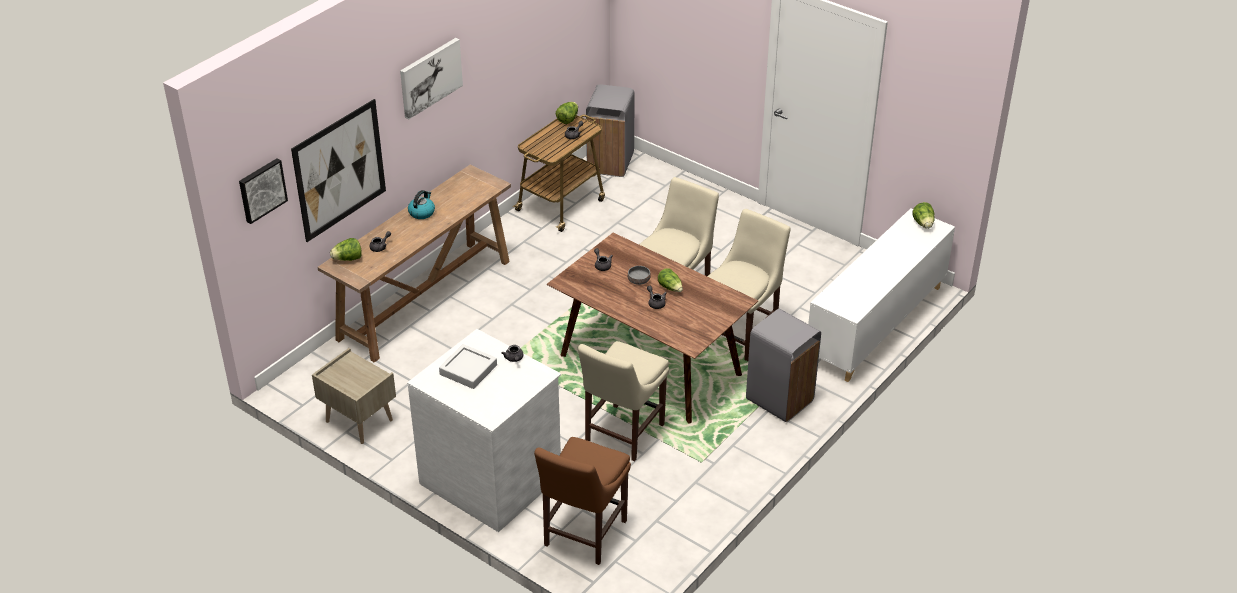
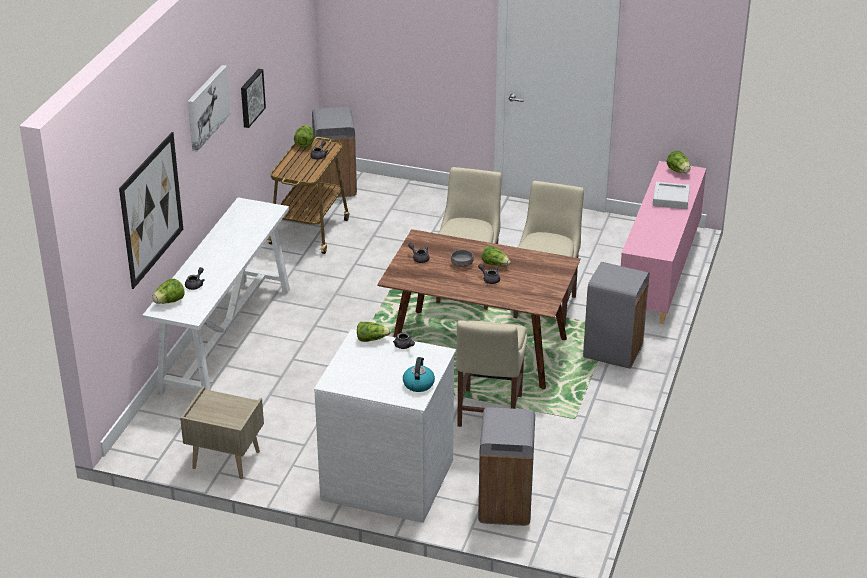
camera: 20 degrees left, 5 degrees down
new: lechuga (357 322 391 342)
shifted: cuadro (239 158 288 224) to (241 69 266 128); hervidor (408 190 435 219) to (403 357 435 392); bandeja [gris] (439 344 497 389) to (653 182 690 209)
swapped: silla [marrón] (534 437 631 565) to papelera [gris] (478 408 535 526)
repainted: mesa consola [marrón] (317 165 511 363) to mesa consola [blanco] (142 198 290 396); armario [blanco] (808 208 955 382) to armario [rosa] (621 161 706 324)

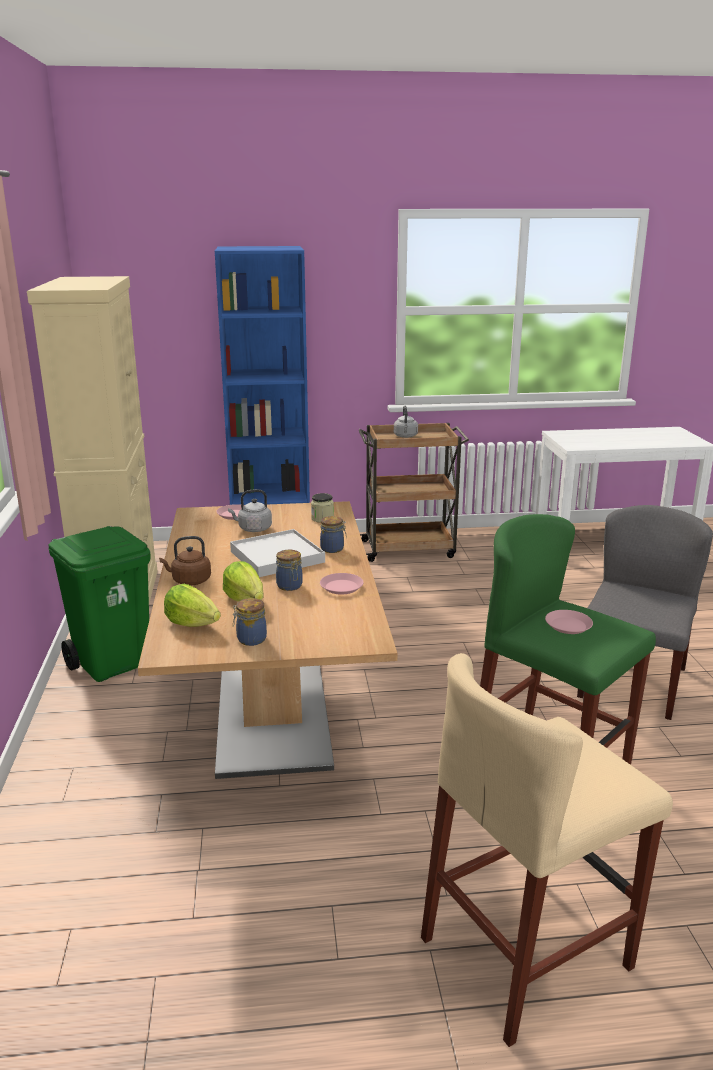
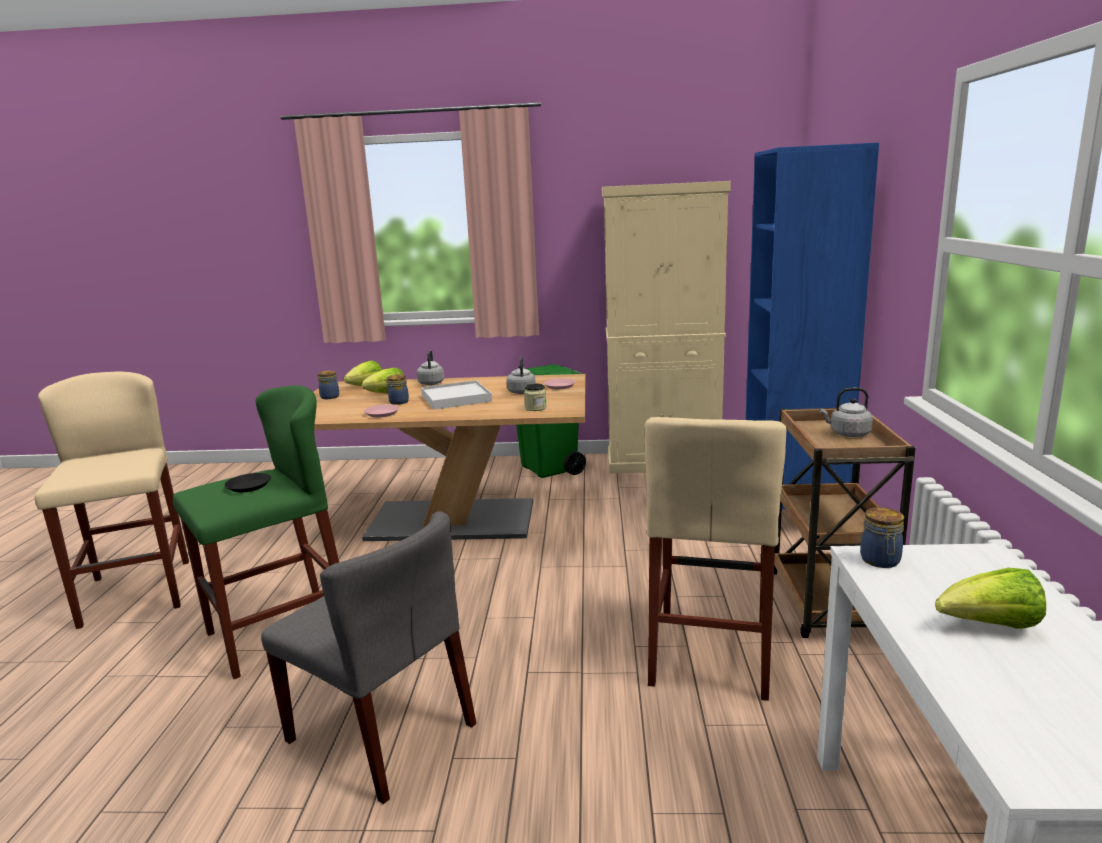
camera: 100 degrees right, 5 degrees down
new: taburete [beis] (645 417 787 701); lechuga (935 568 1046 629)
shifted: tarro (320 516 347 553) to (860 507 904 568)
repainted: plato [rosa] (545 610 593 634) to plato [negro] (225 473 271 492); hervidor [marrón] (159 536 211 585) to hervidor [gris] (417 350 444 385)

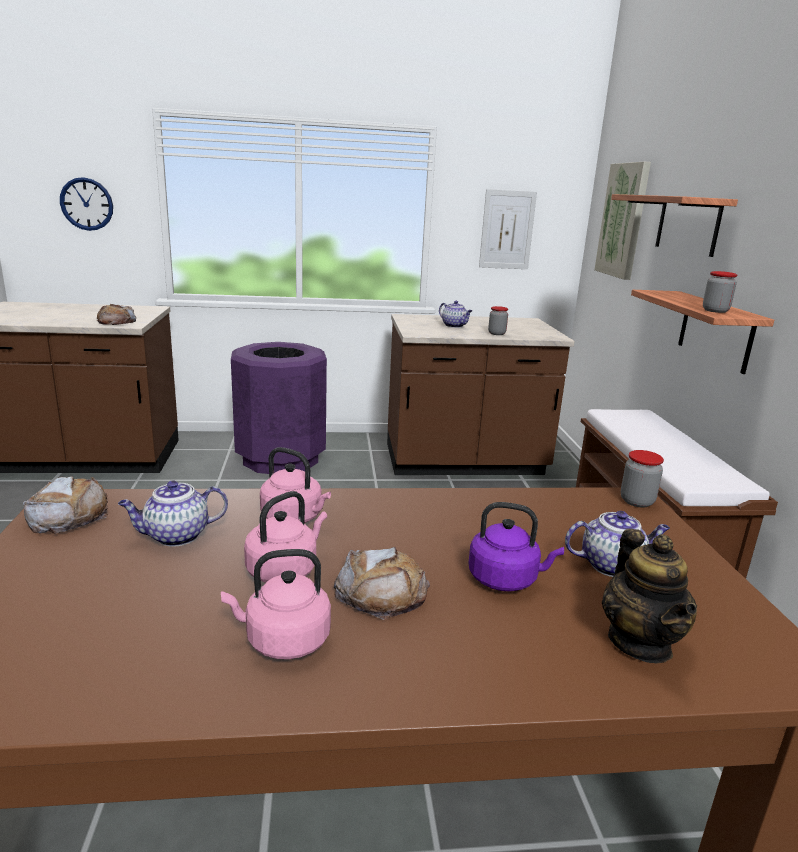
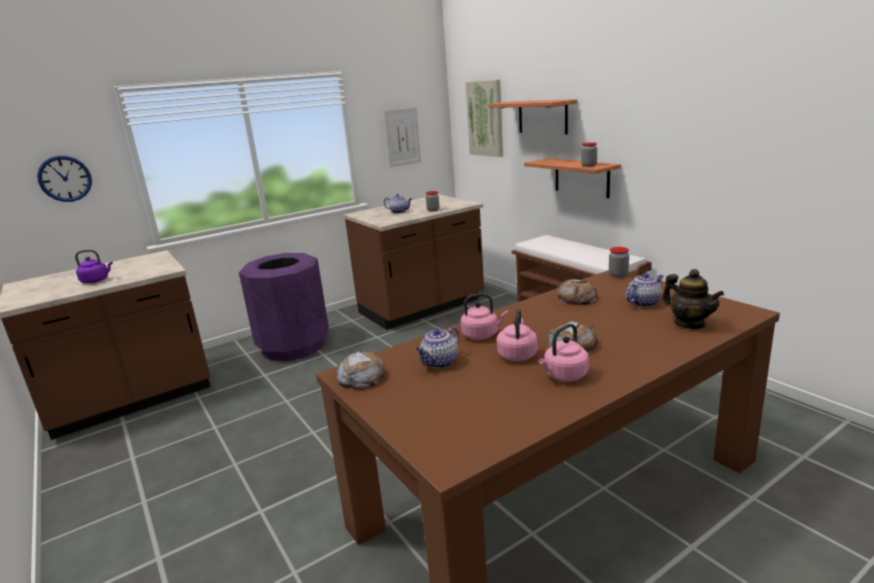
camera: 25 degrees left, 0 degrees up
shifted: hervidor [morado] (468 502 564 592) to (75 250 113 283); pan (97 304 136 325) to (557 279 597 305)

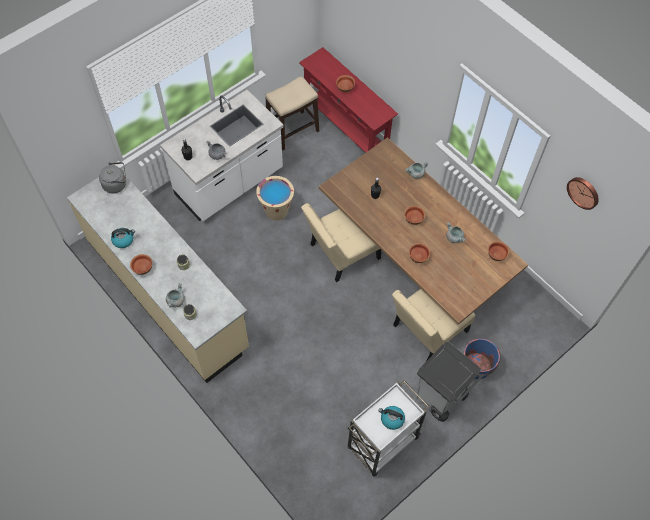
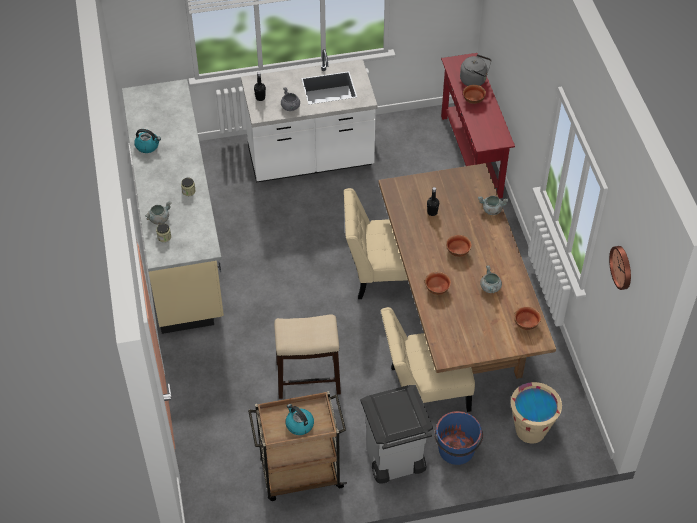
camera: 30 degrees right, 10 degrees down
gone: cuenco (130 254 153 275)
shifted: taburete (265 77 319 151) to (274 314 341 399); hervidor [gris] (99 162 126 194) to (460 54 491 86); cubo [beis] (256 176 294 221) to (511 382 562 443)
repainted: carrito [blanco] (348 381 429 476) to carrito [marrón] (248 391 347 501)

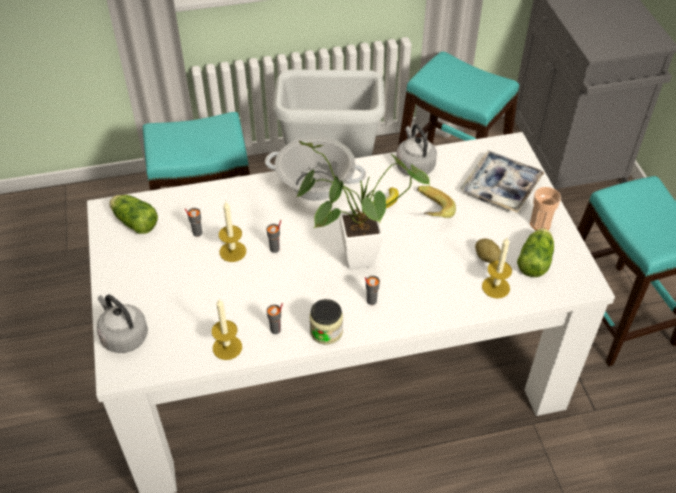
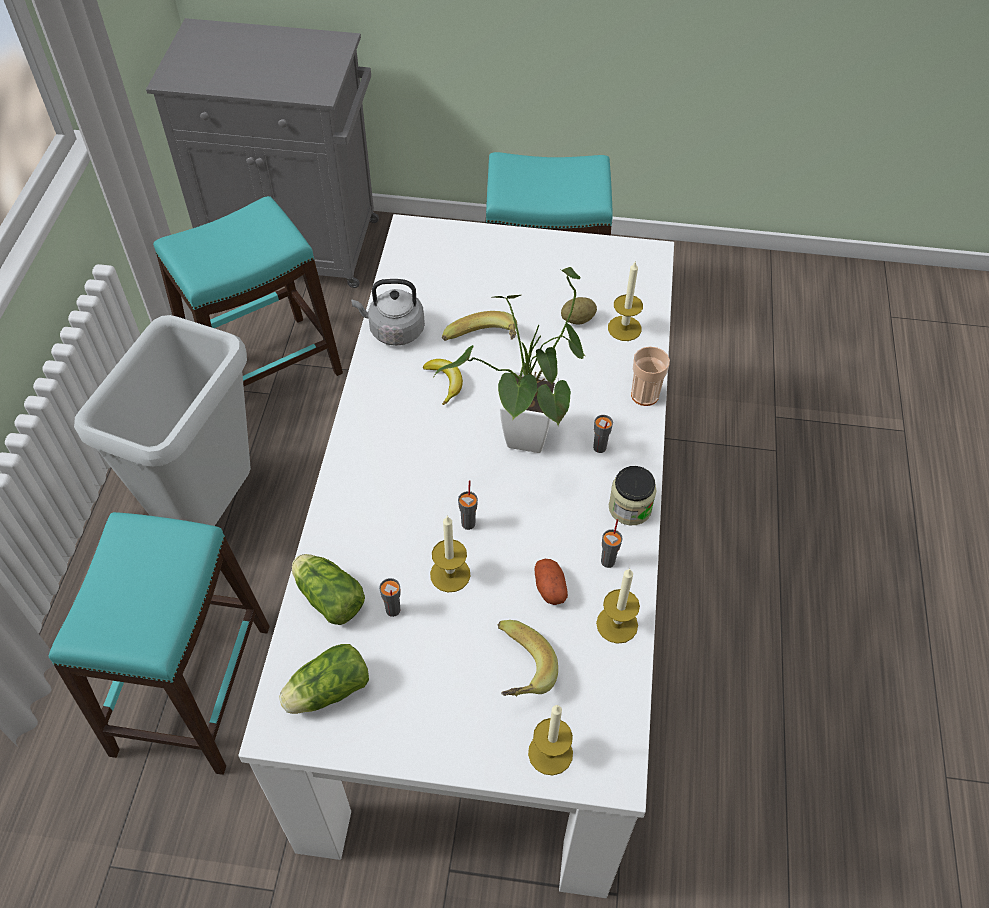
camera: 70 degrees left, 5 degrees up
gone: olla (265 137 366 201); bandeja (461 150 545 213)
new: plátano (498 620 558 697); patata (535 559 568 605)
shifted: lechuga (517 228 554 277) to (292 554 365 625); taza (530 187 561 230) to (631 347 670 406)
swapped: hervidor [gris] (97 295 148 353) to vela (528 705 573 775)

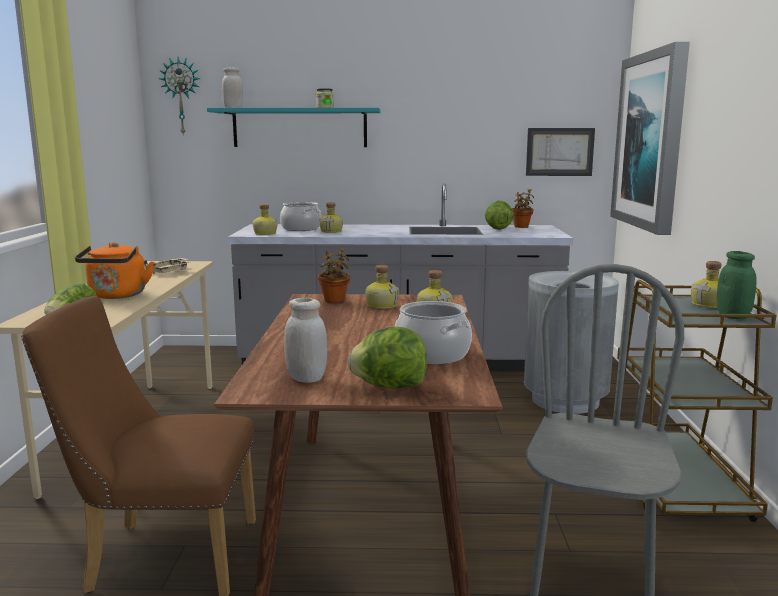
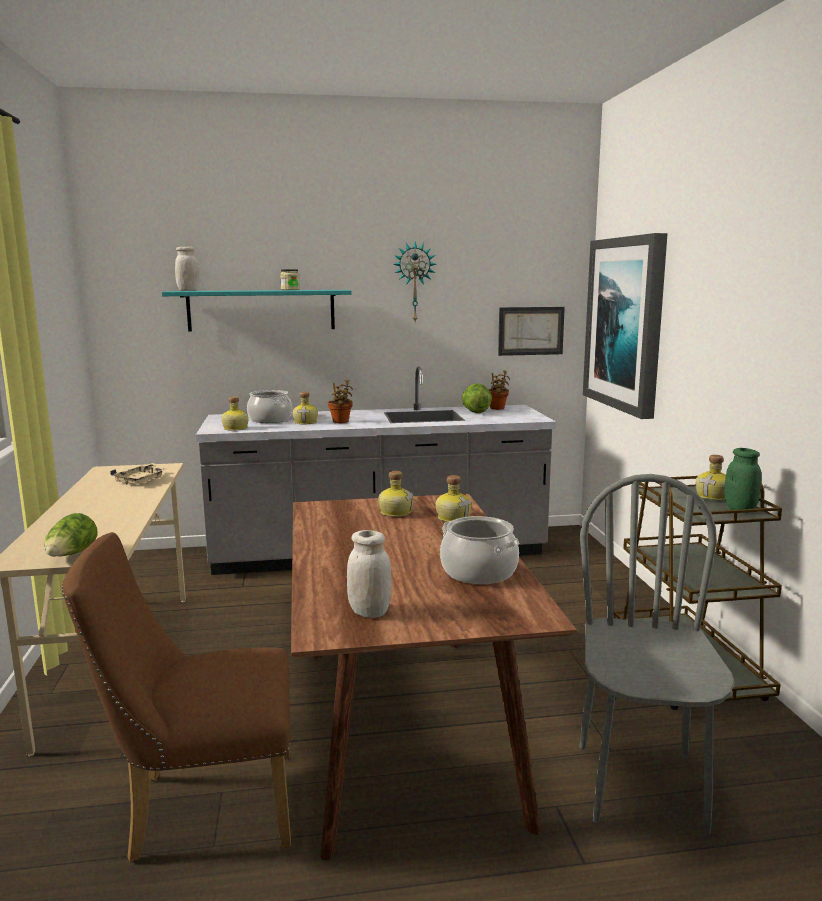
camera: 10 degrees left, 0 degrees up
gone: hervidor [naranja] (75 242 154 299); lechuga (348 327 427 389); papelera [gris] (524 271 619 414)
shifted: planta en maceta (317 247 350 303) to (328 380 353 423); reloj de pared (159 57 200 136) to (393 242 436 322)

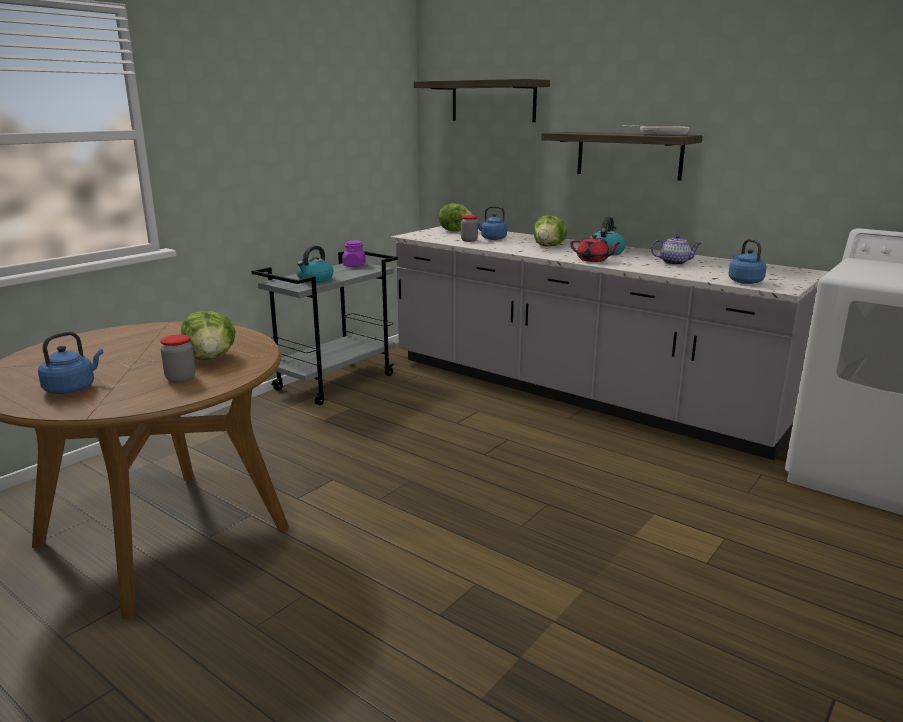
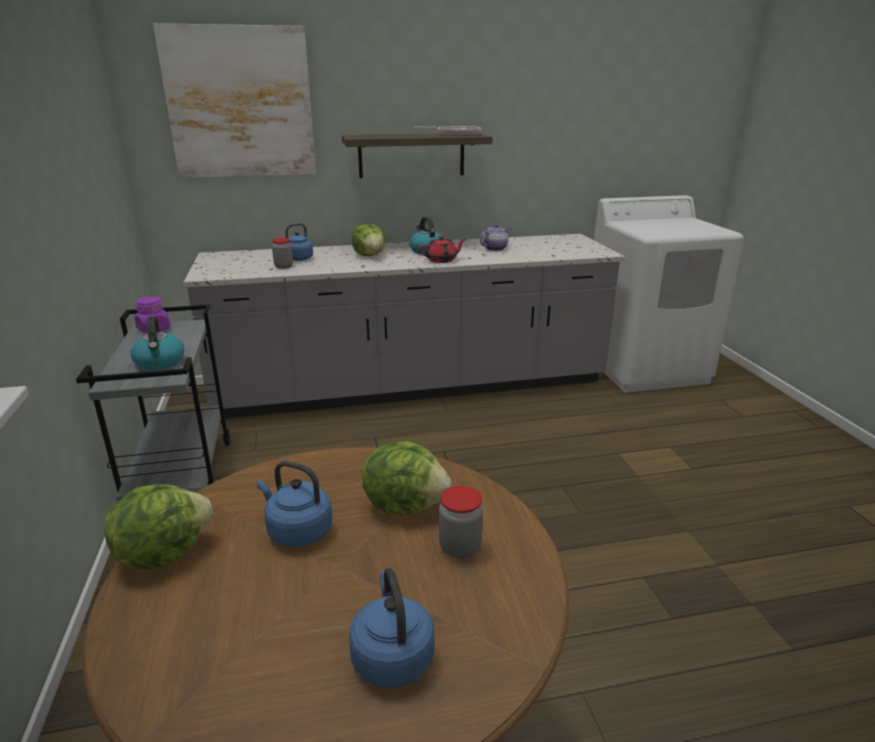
camera: 50 degrees left, 5 degrees up
shifted: lechuga (439 203 473 231) to (104 484 213 570); hervidor [azul] (728 239 767 284) to (257 461 333 547)
swapped: estante (414 79 550 122) to cuadro (153 23 316 178)

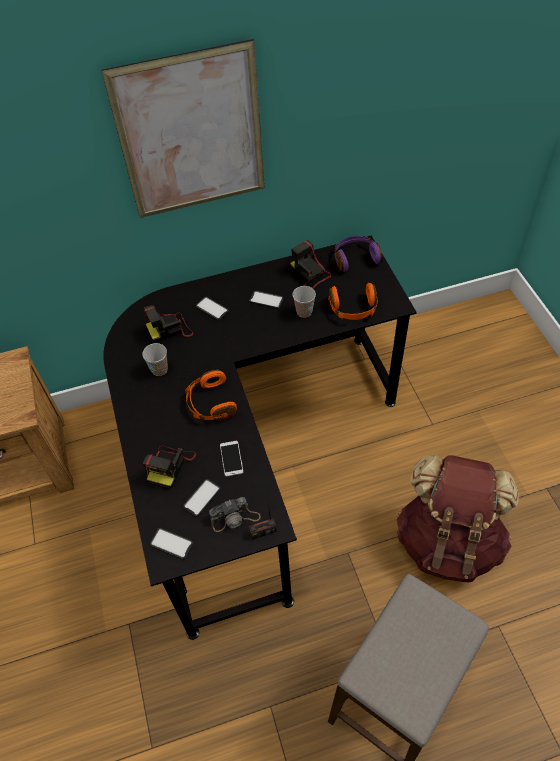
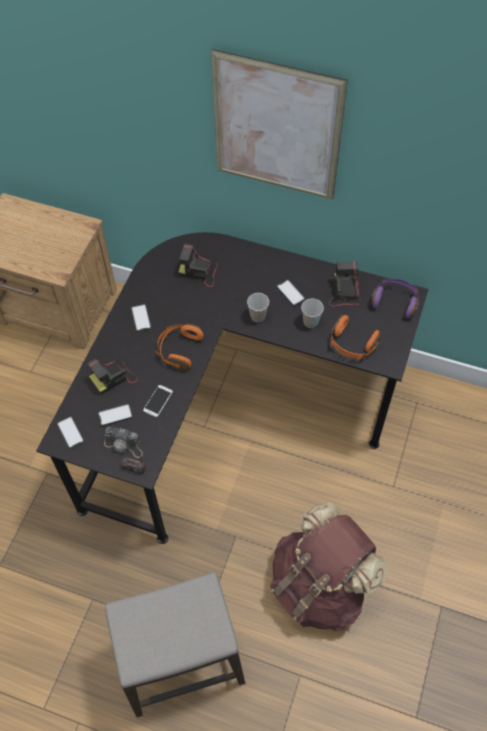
camera: 35 degrees right, 5 degrees up
shifted: móvil (196 297 229 320) to (131 304 152 332); taza (142 343 168 376) to (247 293 269 322)

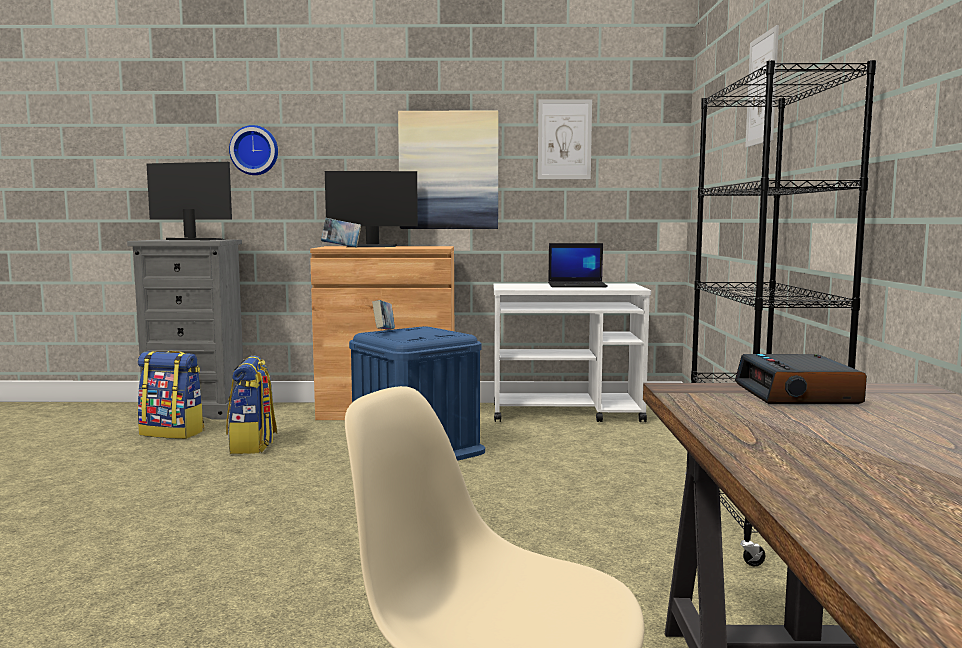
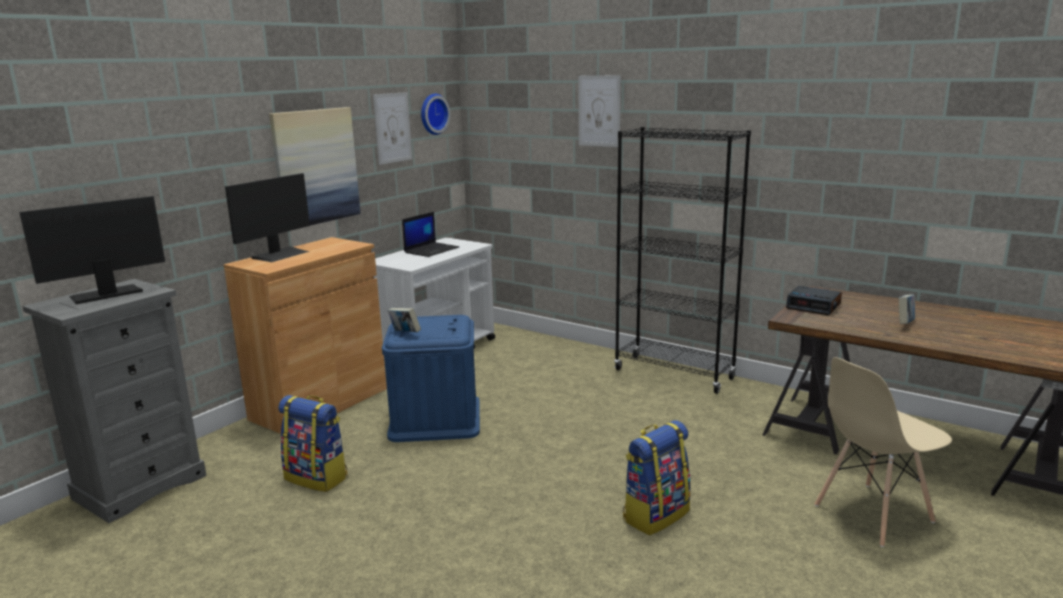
camera: 55 degrees left, 10 degrees up
shifted: reloj de pared (229 125 278 175) to (421 94 450 135); mochila (137 351 204 439) to (623 420 691 535); libro (321 218 361 248) to (898 295 915 324)

